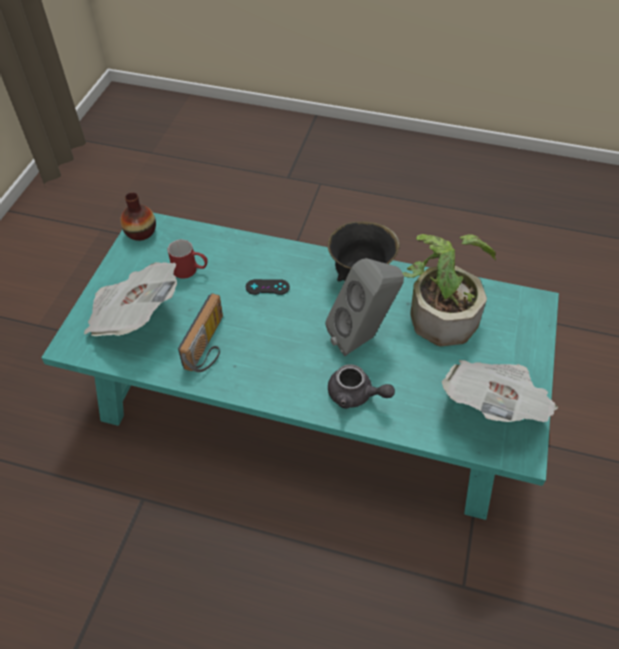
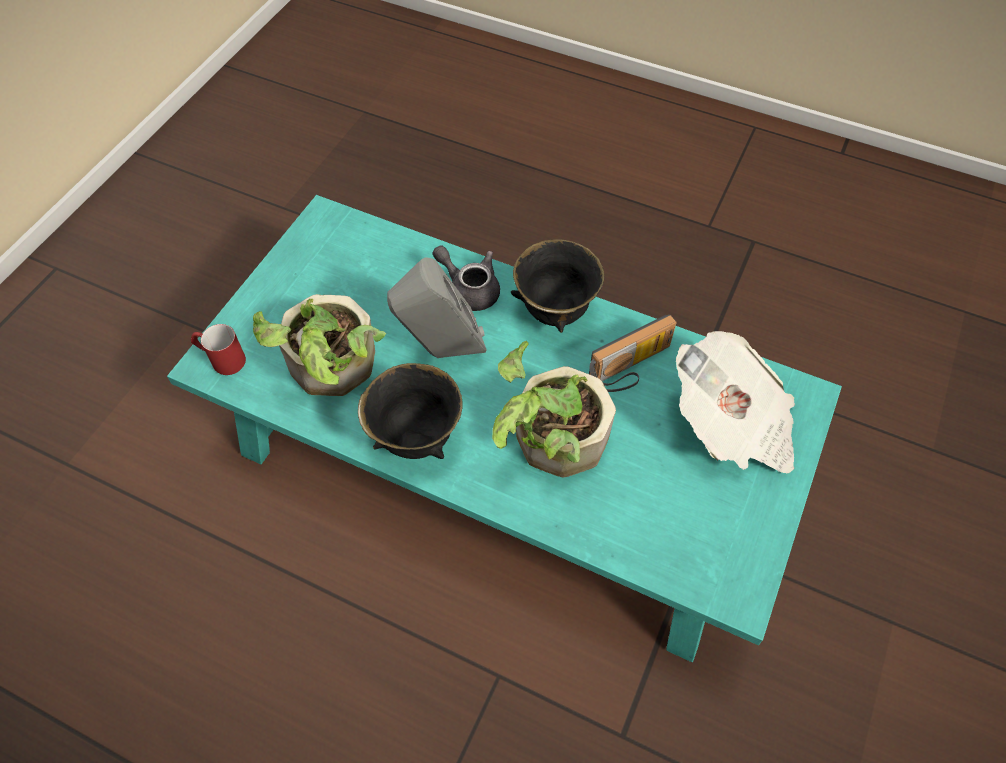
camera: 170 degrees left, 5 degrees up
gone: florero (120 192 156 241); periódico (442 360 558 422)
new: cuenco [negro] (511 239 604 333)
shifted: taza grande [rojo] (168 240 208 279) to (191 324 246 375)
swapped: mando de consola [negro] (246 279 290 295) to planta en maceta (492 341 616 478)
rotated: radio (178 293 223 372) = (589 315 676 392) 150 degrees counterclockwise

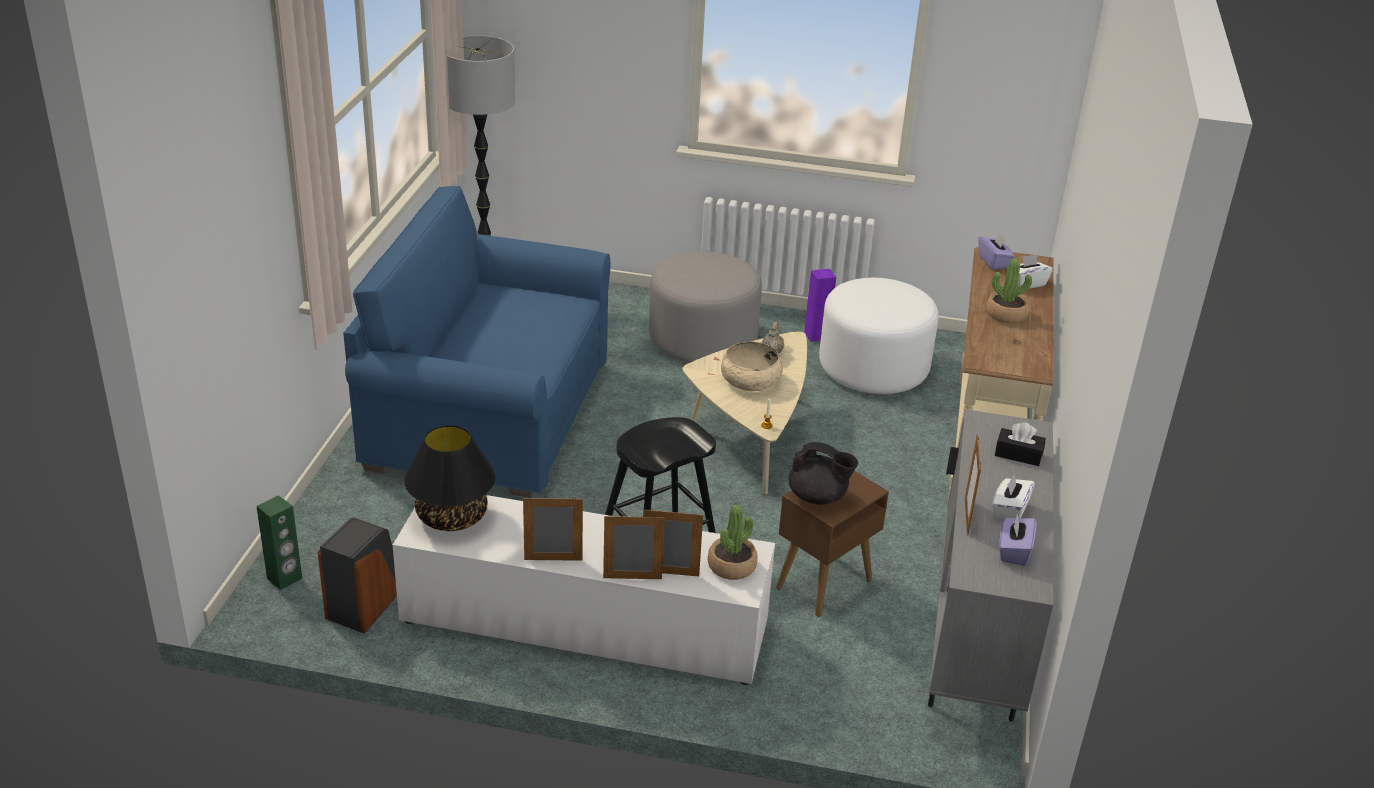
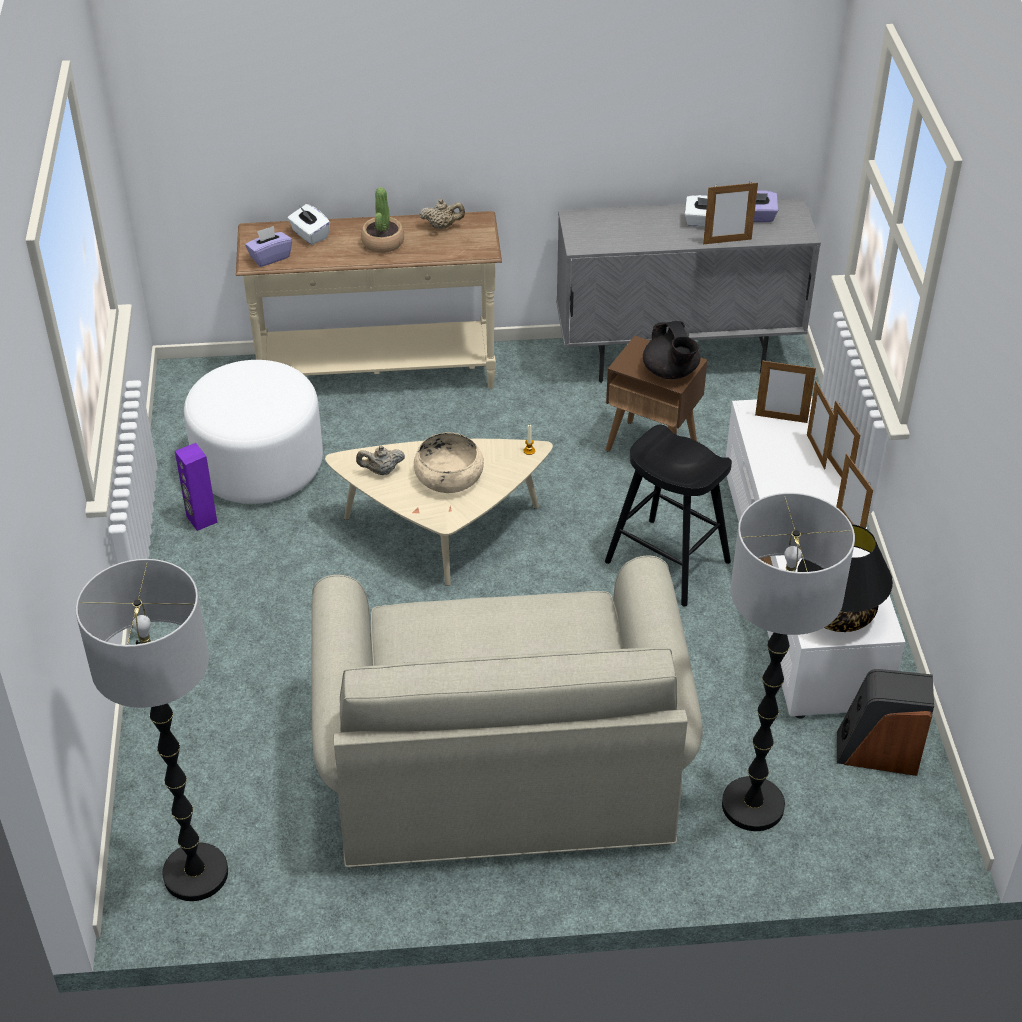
camera: 105 degrees left, 10 degrees up
gone: altavoz [verde] (256 495 302 590); puf [gris] (649 251 762 363); caja de pañuelos [negro] (995 422 1046 466)
new: tetera [beis] (419 199 465 229); lámpara de pie (722 493 855 831)
swapped: planta en maceta (708 505 758 580) to portarretratos (755 360 816 423)
repainted: sofá [azul] (343 186 610 498) to sofá [beis] (311 555 703 868)
rotated: tetera [negro] (789 442 858 505) = (643 321 700 379) 150 degrees clockwise

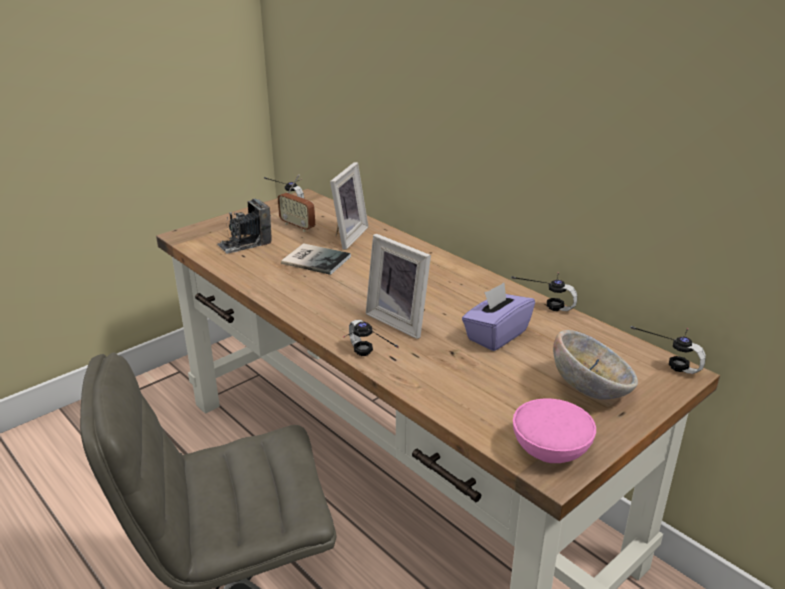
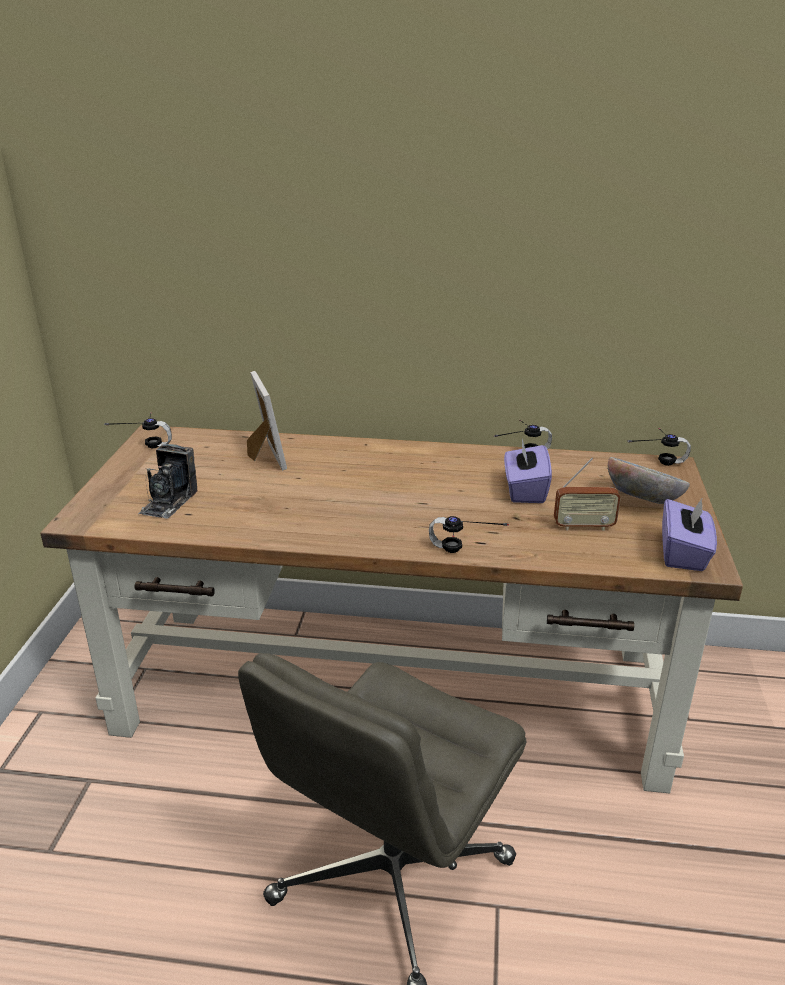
camera: 40 degrees left, 0 degrees up
gone: libro (281 243 351 275); portarretratos (366 234 431 339)
shifted: radio (278 174 315 232) to (554 458 621 531)
swapped: cuenco [rosa] (513 398 596 463) to caja de pañuelos [morado] (662 497 717 571)

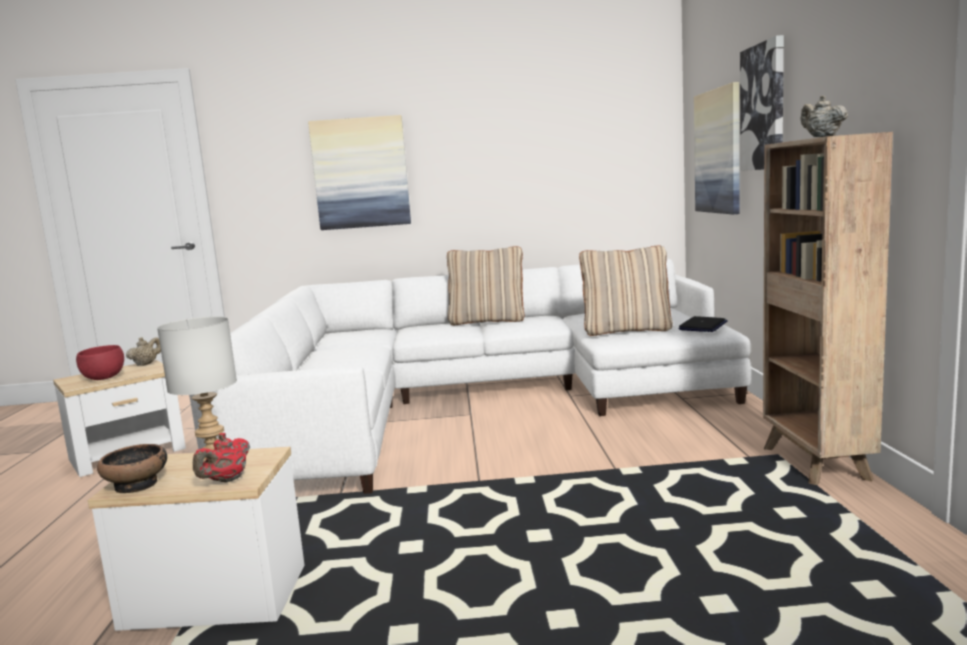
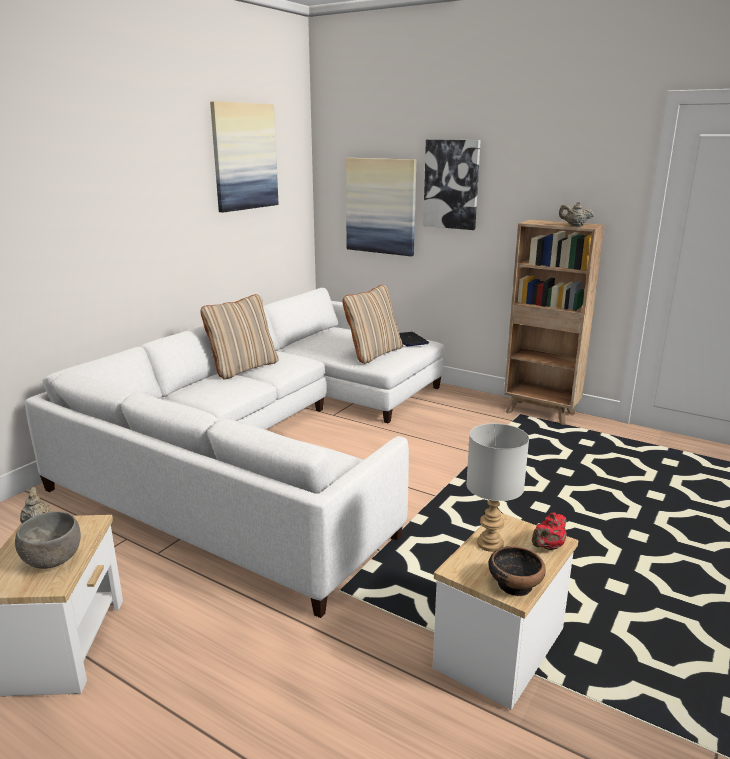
camera: 55 degrees left, 10 degrees up
shifted: cuadro (308 115 411 230) to (210 101 279 213)
repainted: cuenco [rojo] (76 345 124 380) to cuenco [gris] (15 511 81 569)
rotated: tetera [rojo] (193 433 250 483) = (532 513 566 550) 75 degrees clockwise

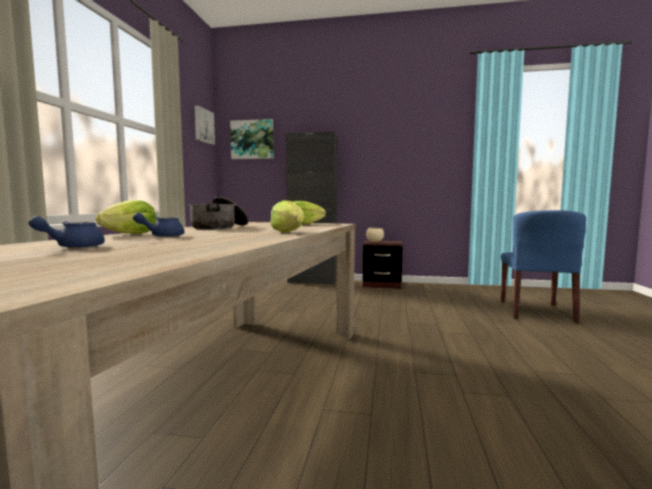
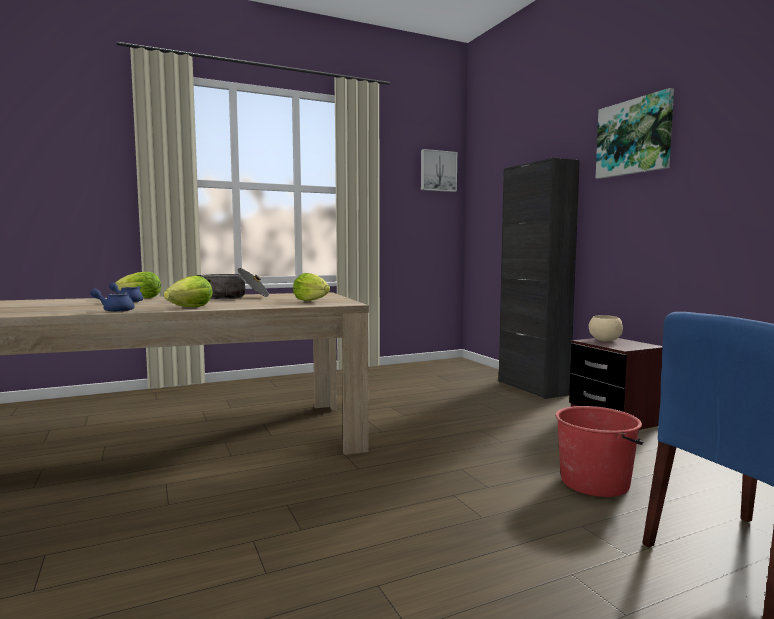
camera: 55 degrees right, 0 degrees up
new: cubo [rojo] (555 406 643 497)
shifted: tetera [azul] (28 216 105 248) to (90 289 135 312); cuadro (230 119 274 159) to (596 88 674 179)

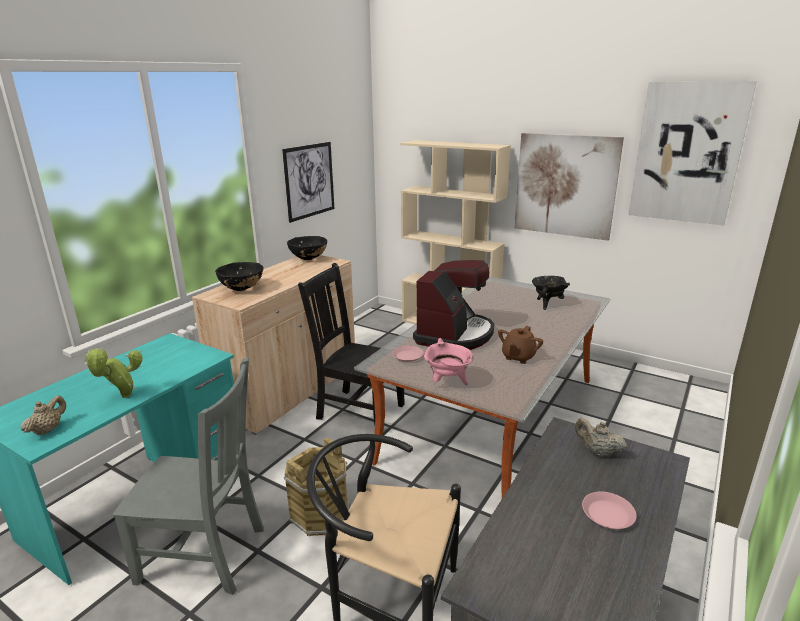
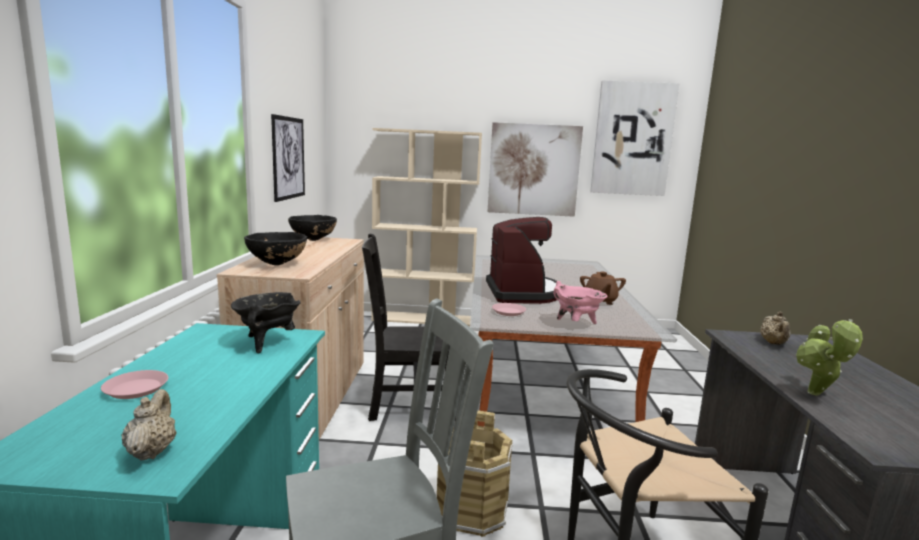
camera: 30 degrees left, 10 degrees down
shifted: plato [rosa] (582 492 637 529) to (101 370 168 399); olla [negro] (532 276 570 310) to (231 292 301 354); planta en maceta (85 348 143 398) to (796 319 863 396)
rotated: tetera [beis] (575 418 627 457) = (760 311 791 345) 90 degrees counterclockwise

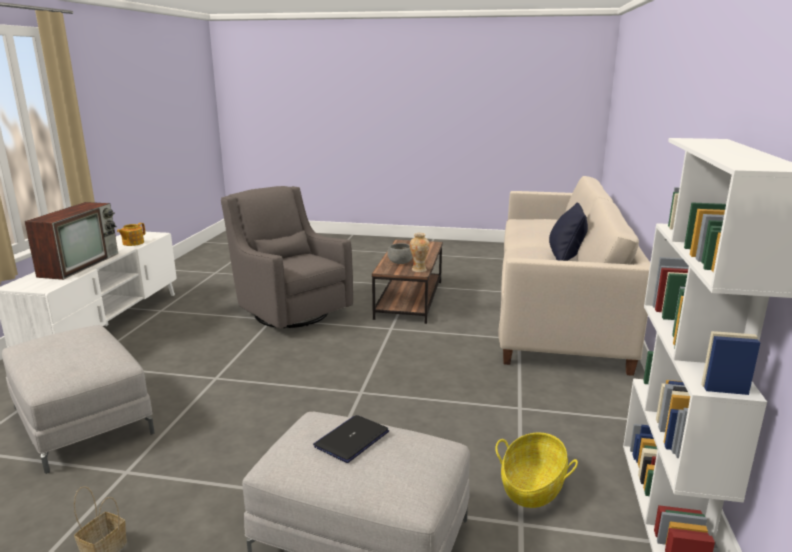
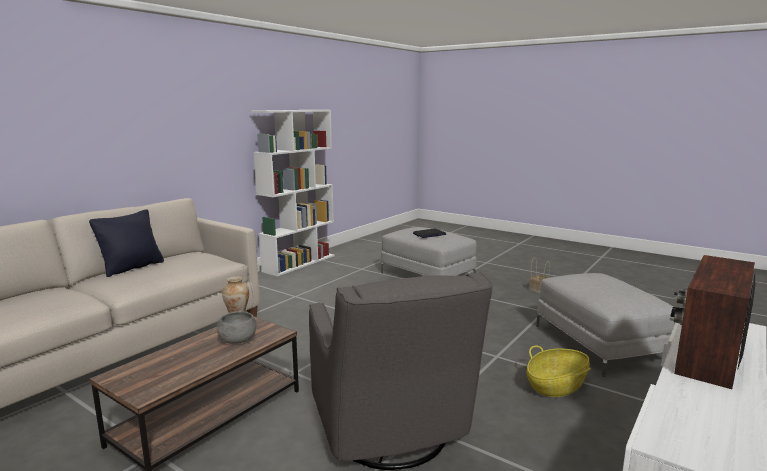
camera: 155 degrees left, 5 degrees down
gone: tetera (117 223 145 246)
shifted: cesta (495 433 578 508) to (527 346 591 397)

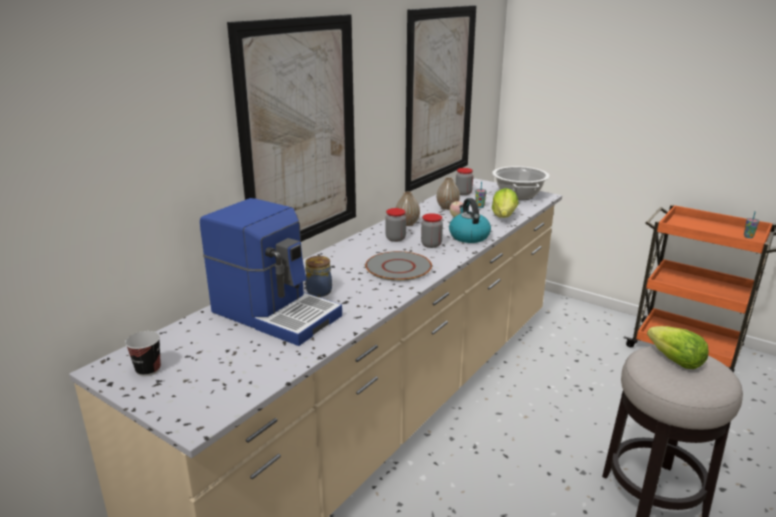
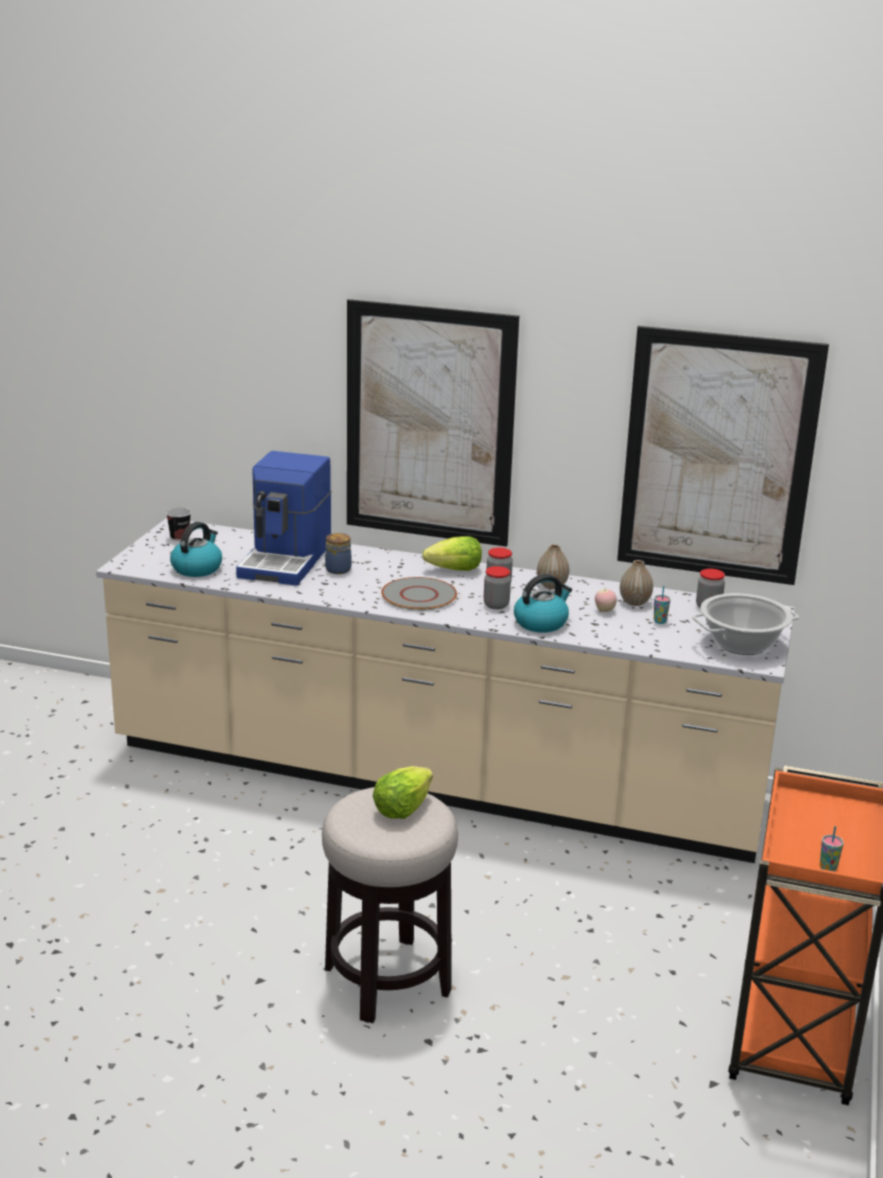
camera: 70 degrees right, 0 degrees up
new: hervidor (170 522 222 577)
shifted: lechuga (492 188 518 218) to (422 536 482 571)

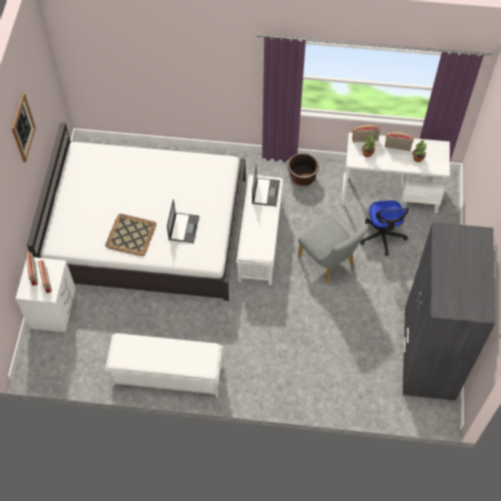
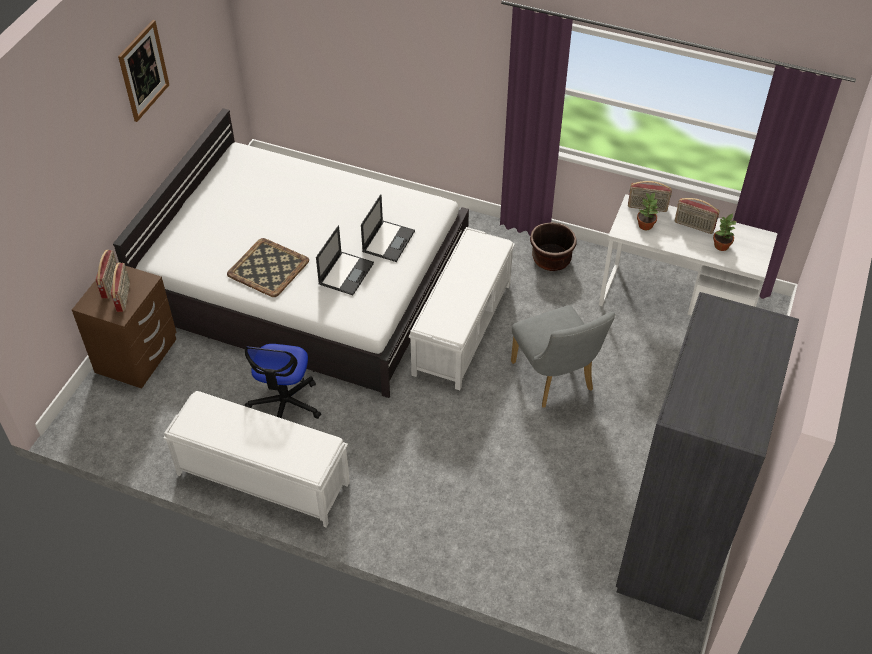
camera: 15 degrees right, 10 degrees down
shifted: silla de oficina (360 200 409 256) to (245 344 321 419); portátil (252 164 280 206) to (361 194 415 262)
repainted: mesita de noche [blanco] (15 257 75 332) to mesita de noche [marrón] (72 266 176 389)

